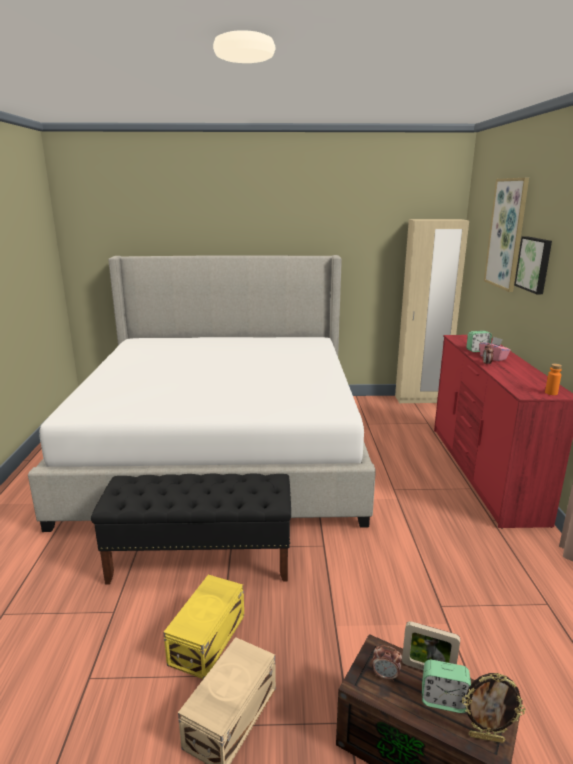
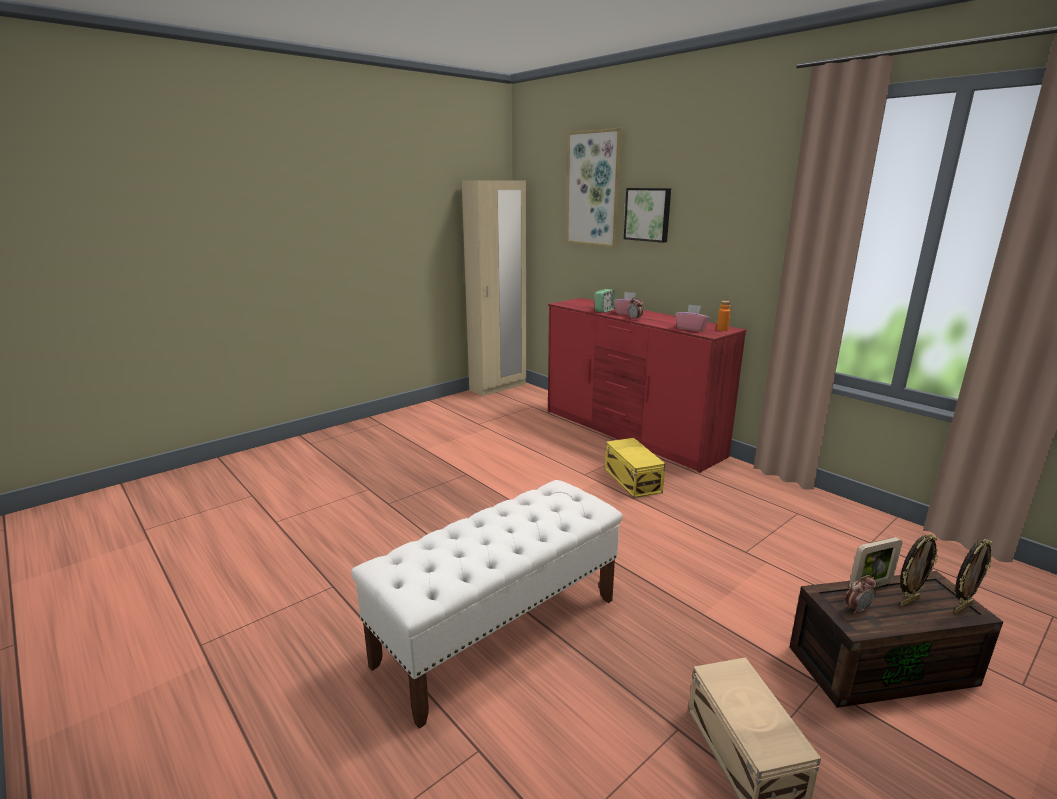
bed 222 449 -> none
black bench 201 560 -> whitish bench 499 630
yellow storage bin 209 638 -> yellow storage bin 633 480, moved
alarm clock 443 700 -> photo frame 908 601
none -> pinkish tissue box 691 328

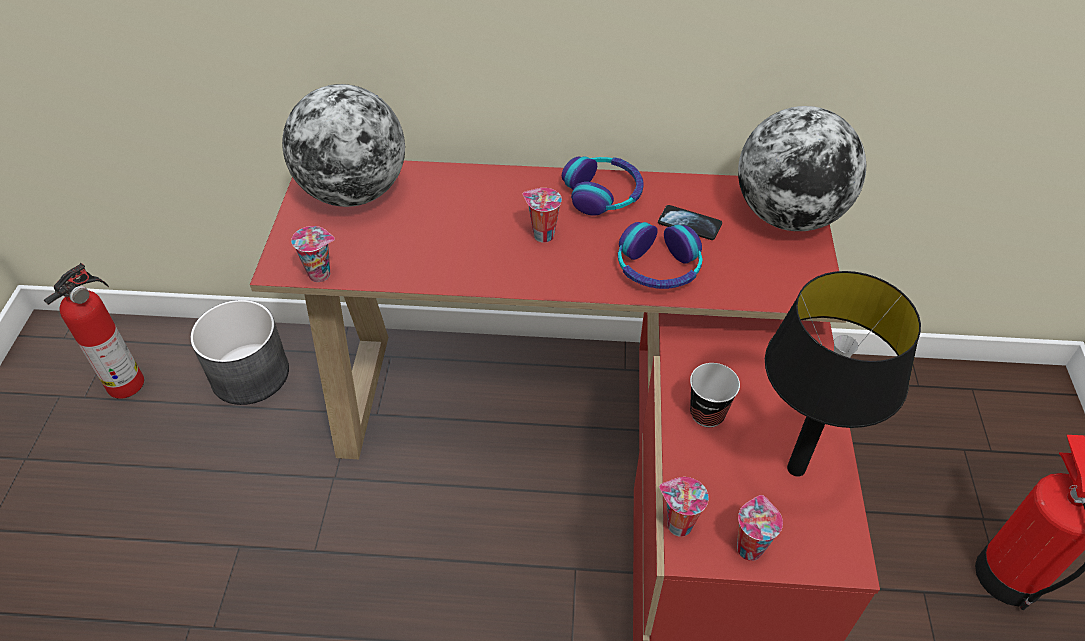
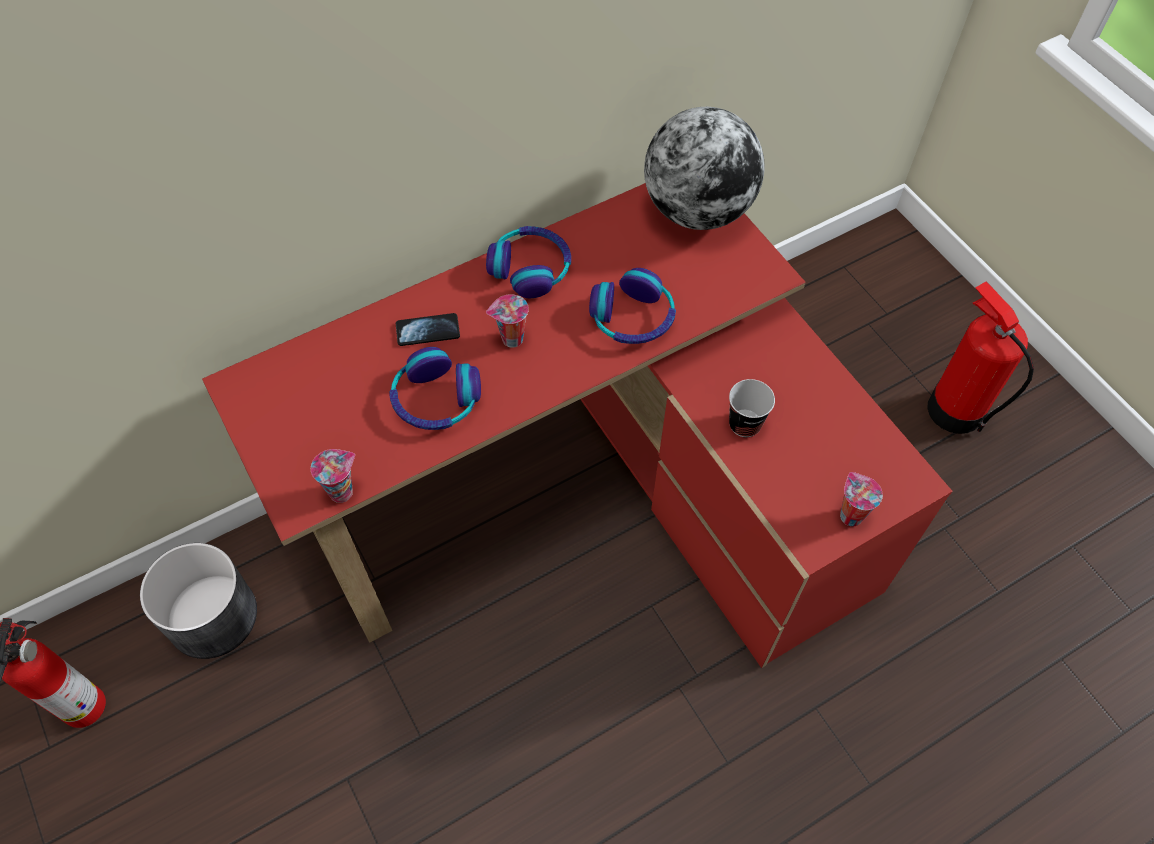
desk globe 354 192 -> none
phone 689 224 -> phone 428 331, moved
black lamp for a table 796 468 -> none
drinking cup 677 525 -> none
none -> headphones 436 399

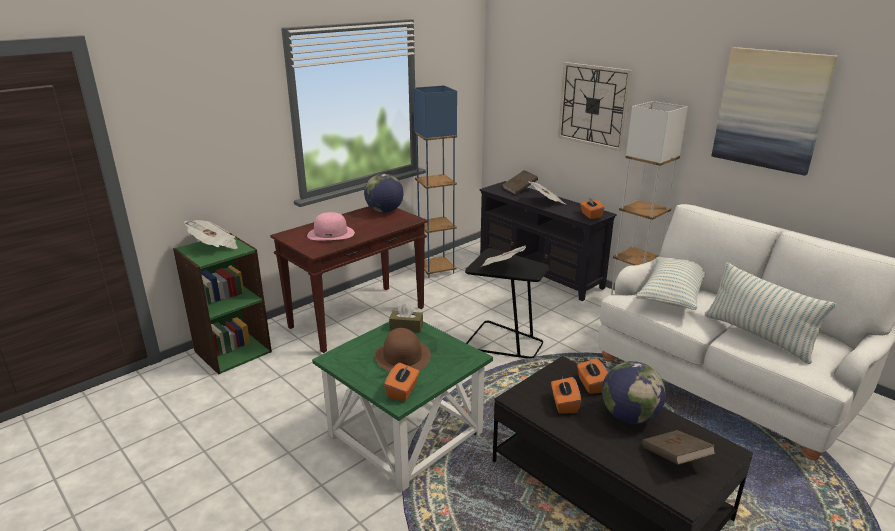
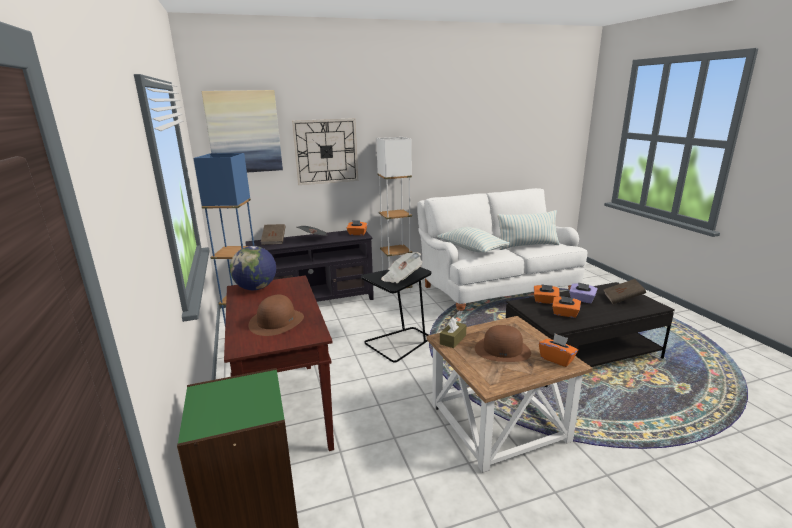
picture 770 110 -> picture 244 132, moved
pinkish wearable hat 331 233 -> brownish wearable hat 276 321
newspaper 215 246 -> none
greenish side table 405 435 -> brownish side table 500 423
desk globe 629 416 -> purple-coloured tissue box 581 300

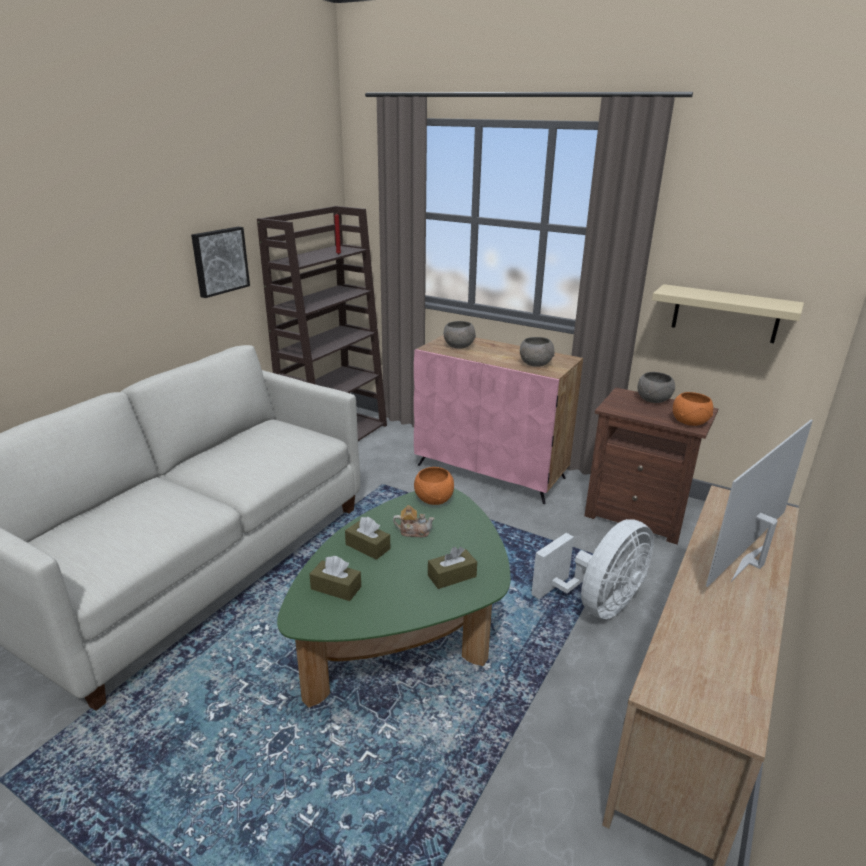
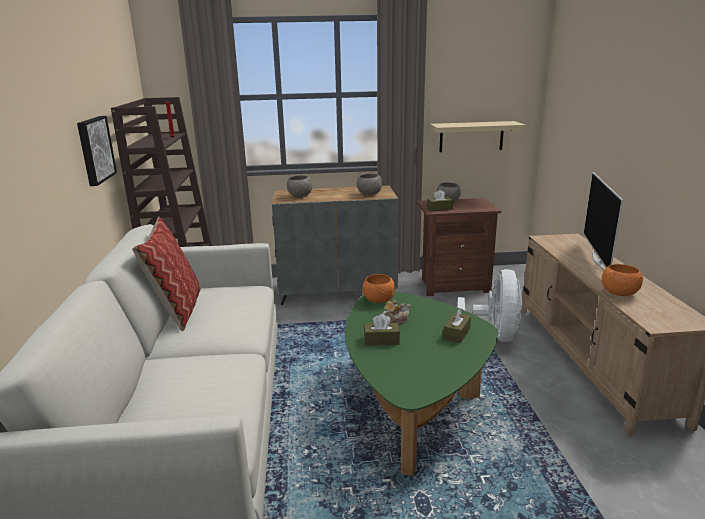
pinkish storage cabinet 491 471 -> grey storage cabinet 338 291
orange serving bowl 689 422 -> orange serving bowl 620 293, moved
brownish tissue box 336 588 -> brownish tissue box 439 209, moved
none -> throw pillow 177 310

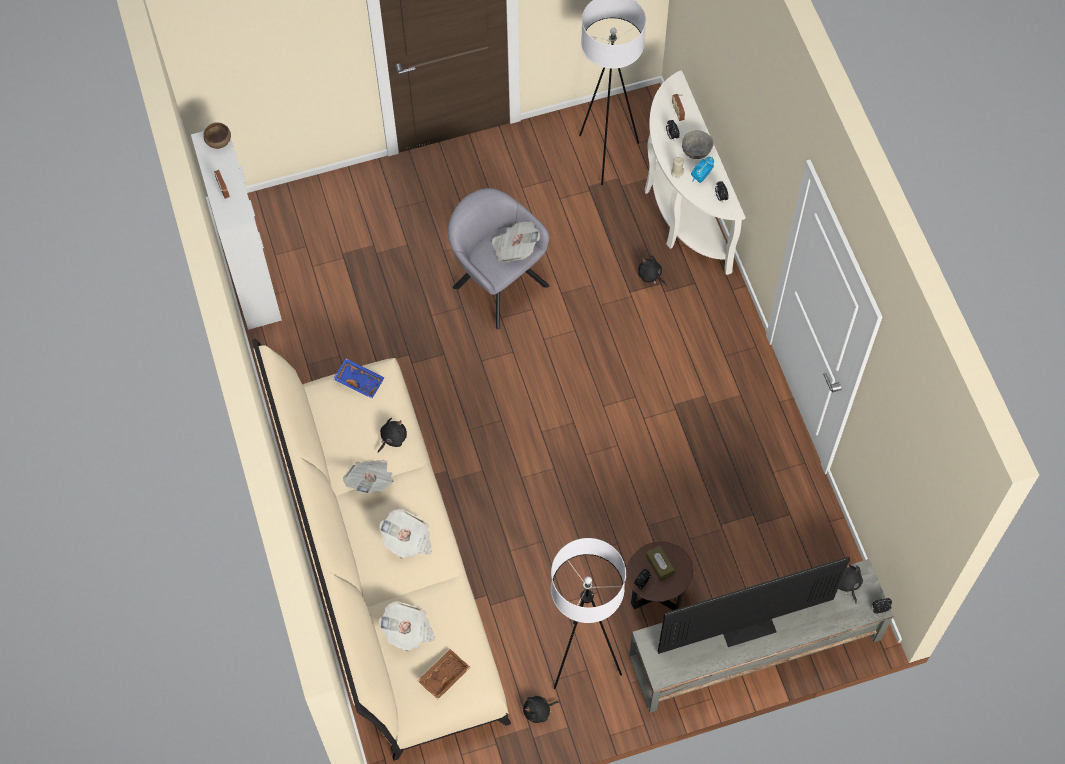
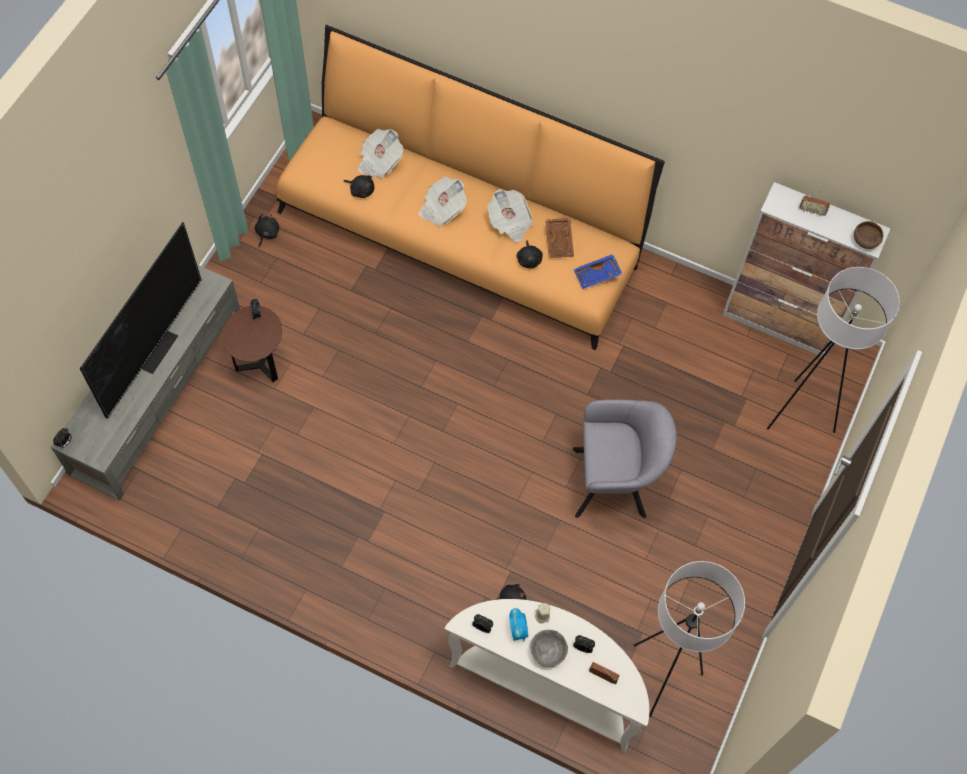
newspaper 515 248 -> none
beige-coloured settee 387 562 -> orange settee 460 232
whitish standing lamp 583 660 -> whitish standing lamp 799 414, moved
brownish tissue box 659 565 -> none
black plush toy 847 584 -> black plush toy 361 190, moved
brownish tray 443 675 -> brownish tray 560 241, moved

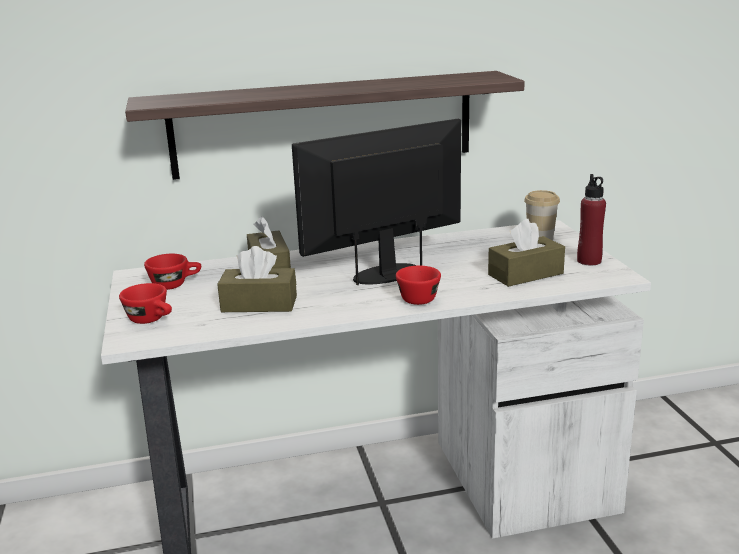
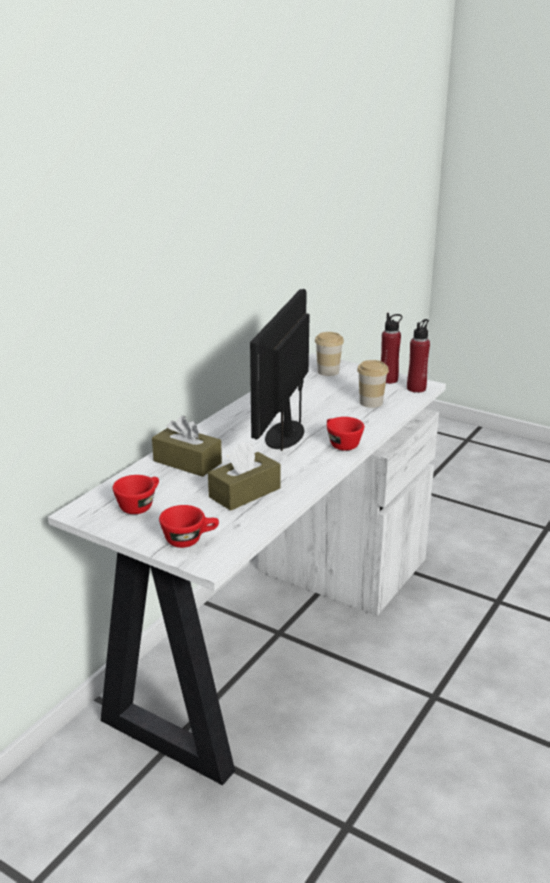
shelf 323 124 -> none
brownish tissue box 525 274 -> drinking cup 371 402
none -> reddish bottle 416 388

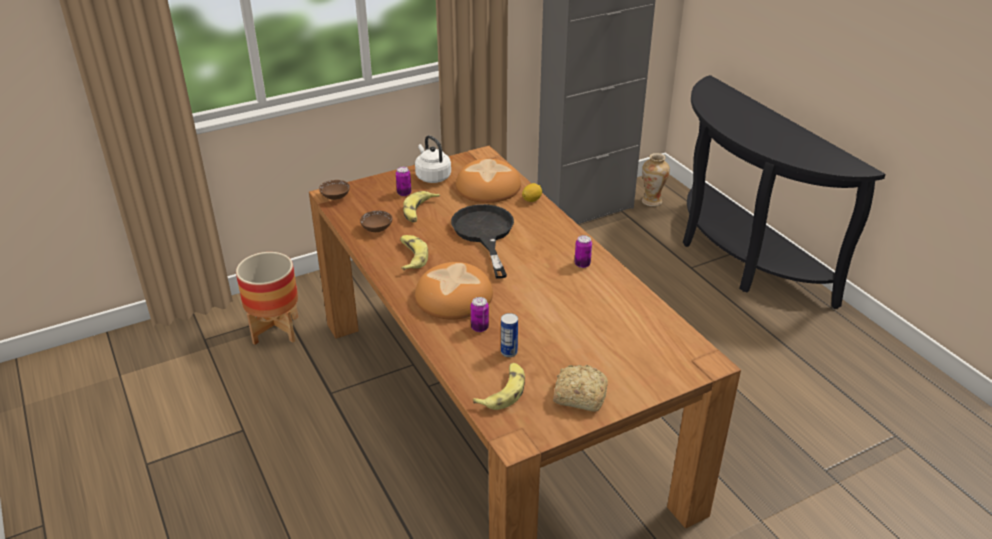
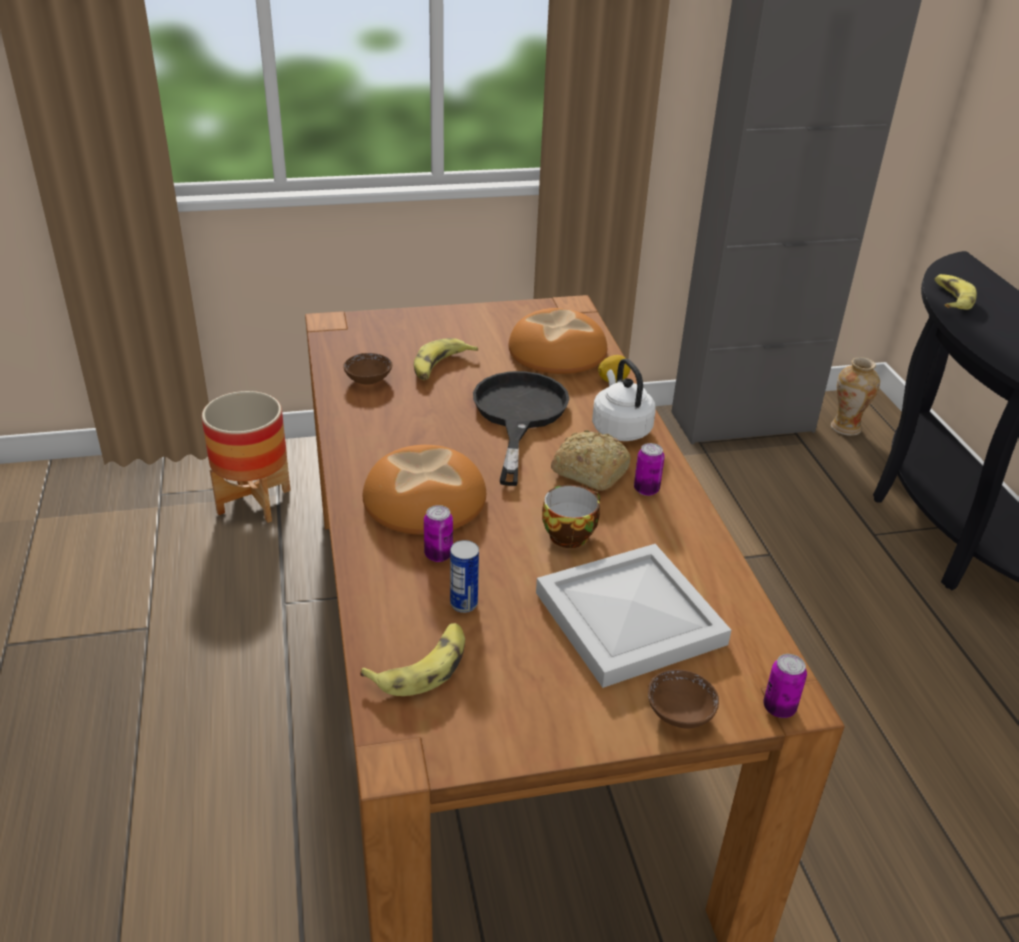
whitish tea kettle 432 176 -> whitish tea kettle 620 428, moved
can 404 193 -> can 779 708, moved
brownish serving bowl 335 196 -> brownish serving bowl 679 713, moved
banana fruit 411 257 -> banana fruit 950 299, moved
baked bread 578 395 -> baked bread 589 471, moved
none -> drinking cup 569 533
none -> whitish tray 626 617

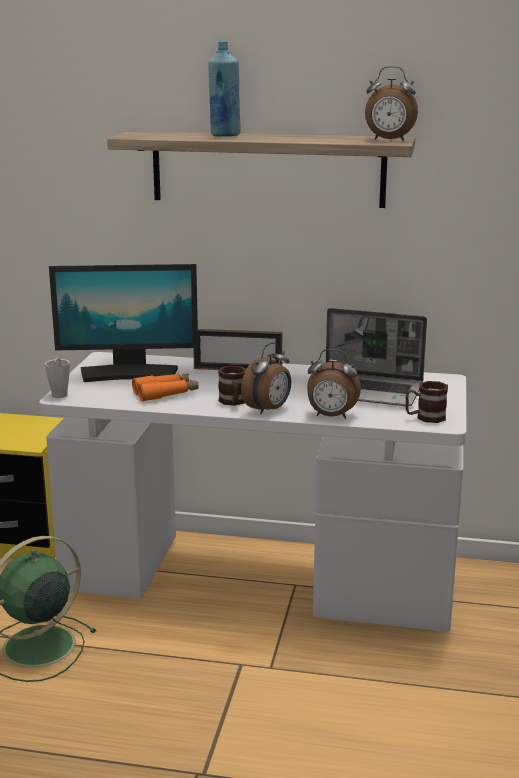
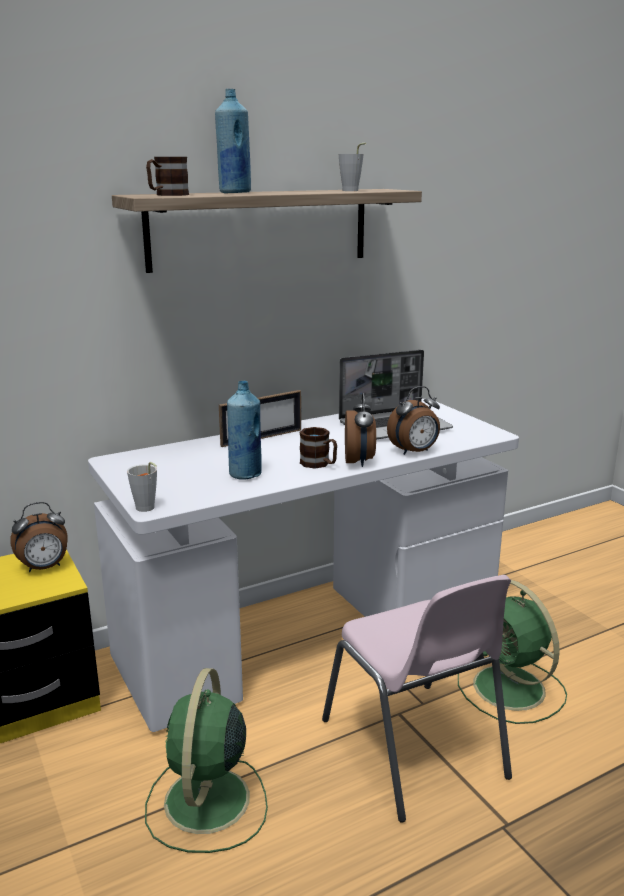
alarm clock 389 140 -> alarm clock 44 568, moved
computer display 128 374 -> none
orange field glasses 166 393 -> blue bottle 245 474
brownish tea mug 425 417 -> brownish tea mug 167 195, moved
none -> grey drinking cup 352 191
none -> pinkish chair 414 750
none -> greenish electric fan 511 689

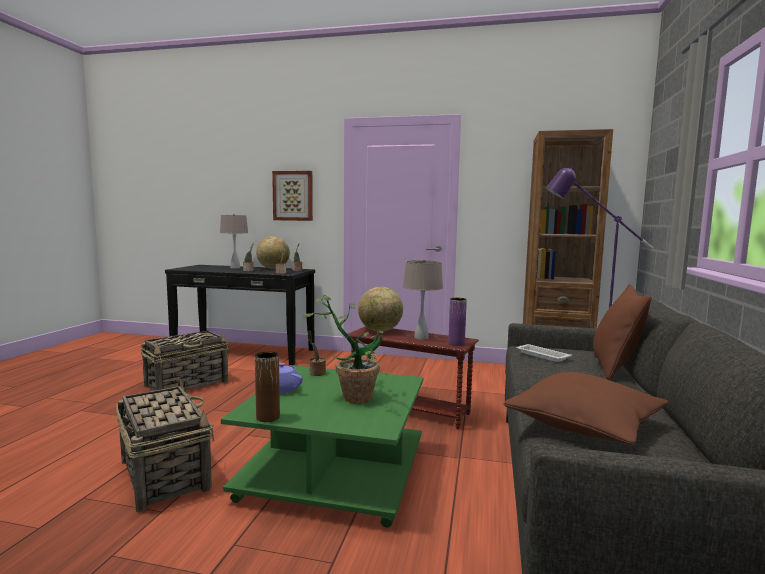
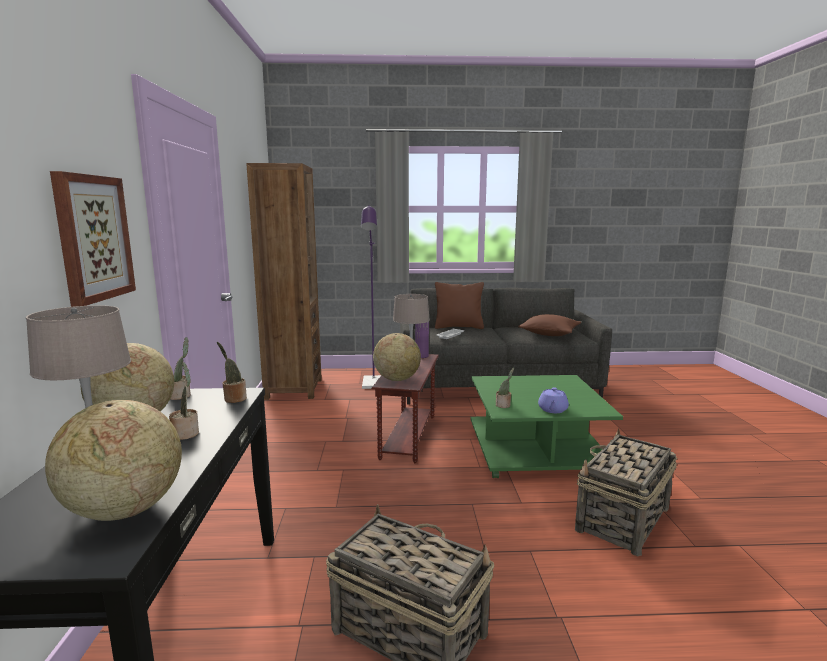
plant in a pot 353 395 -> none
brownish vase 268 417 -> none
none -> desk globe 124 510

